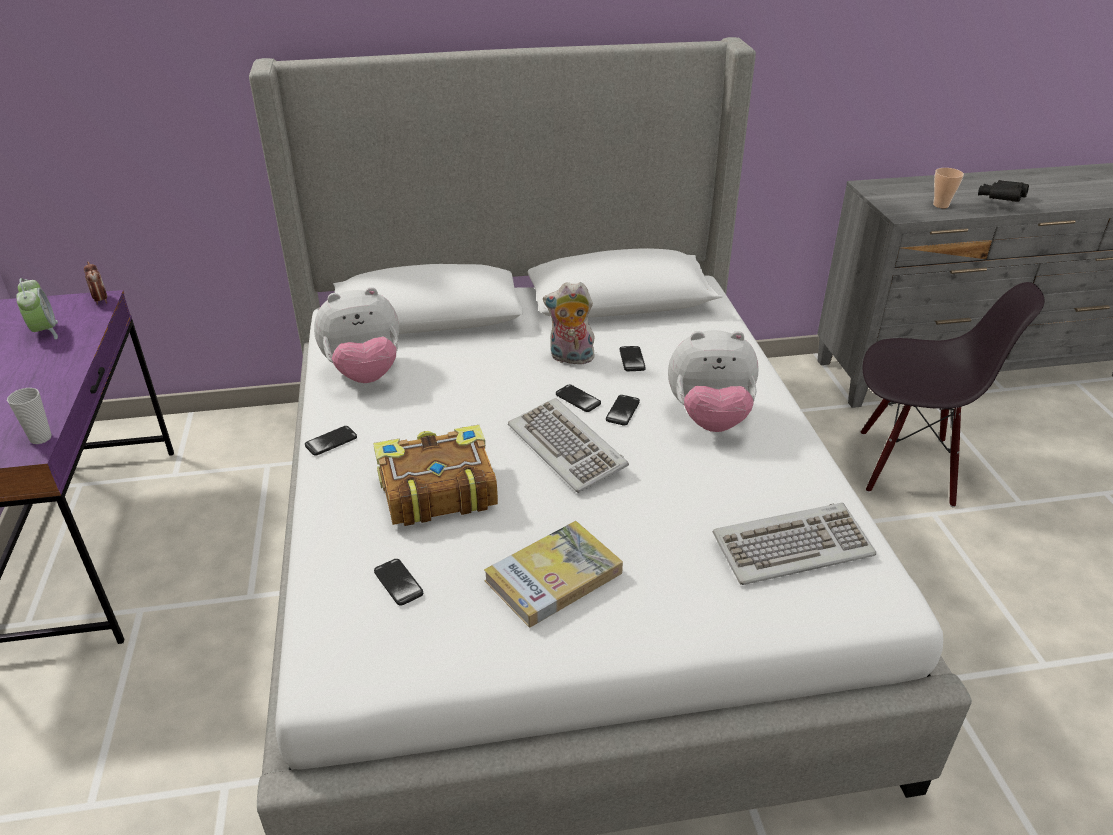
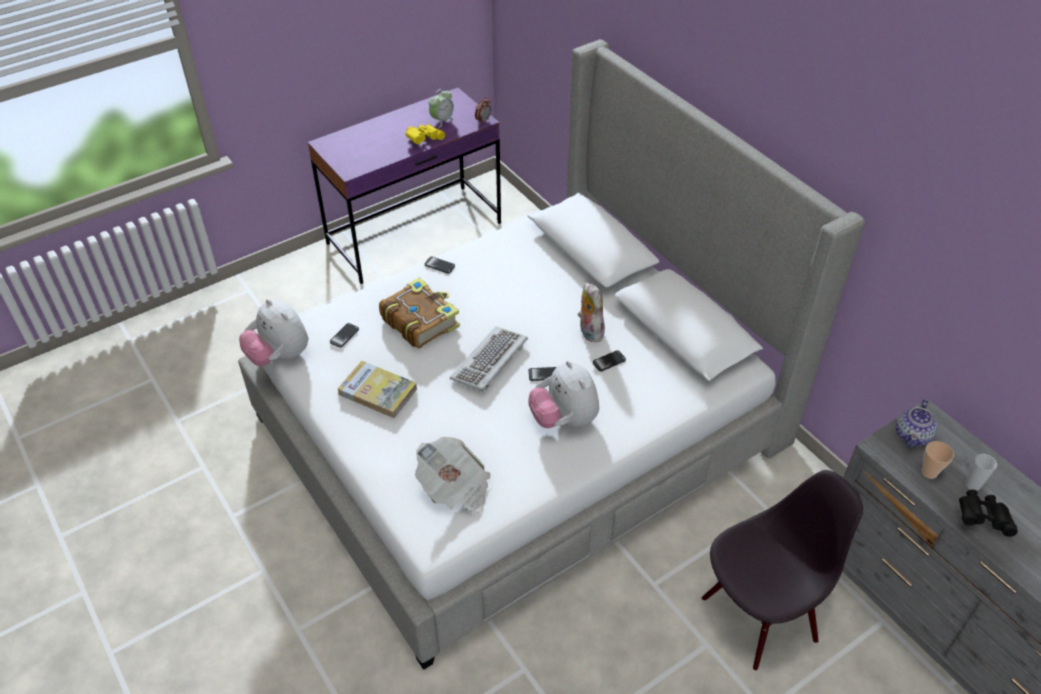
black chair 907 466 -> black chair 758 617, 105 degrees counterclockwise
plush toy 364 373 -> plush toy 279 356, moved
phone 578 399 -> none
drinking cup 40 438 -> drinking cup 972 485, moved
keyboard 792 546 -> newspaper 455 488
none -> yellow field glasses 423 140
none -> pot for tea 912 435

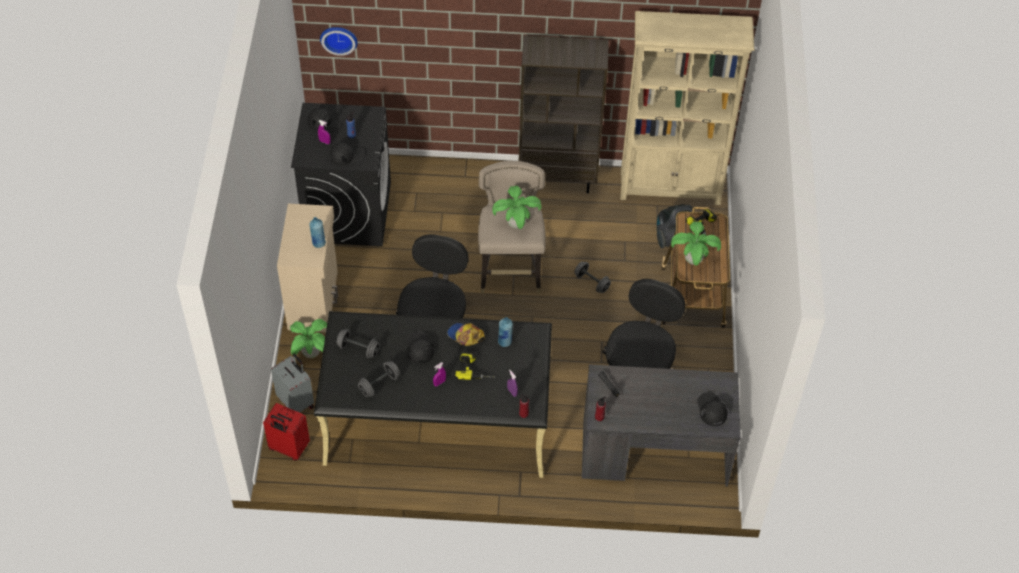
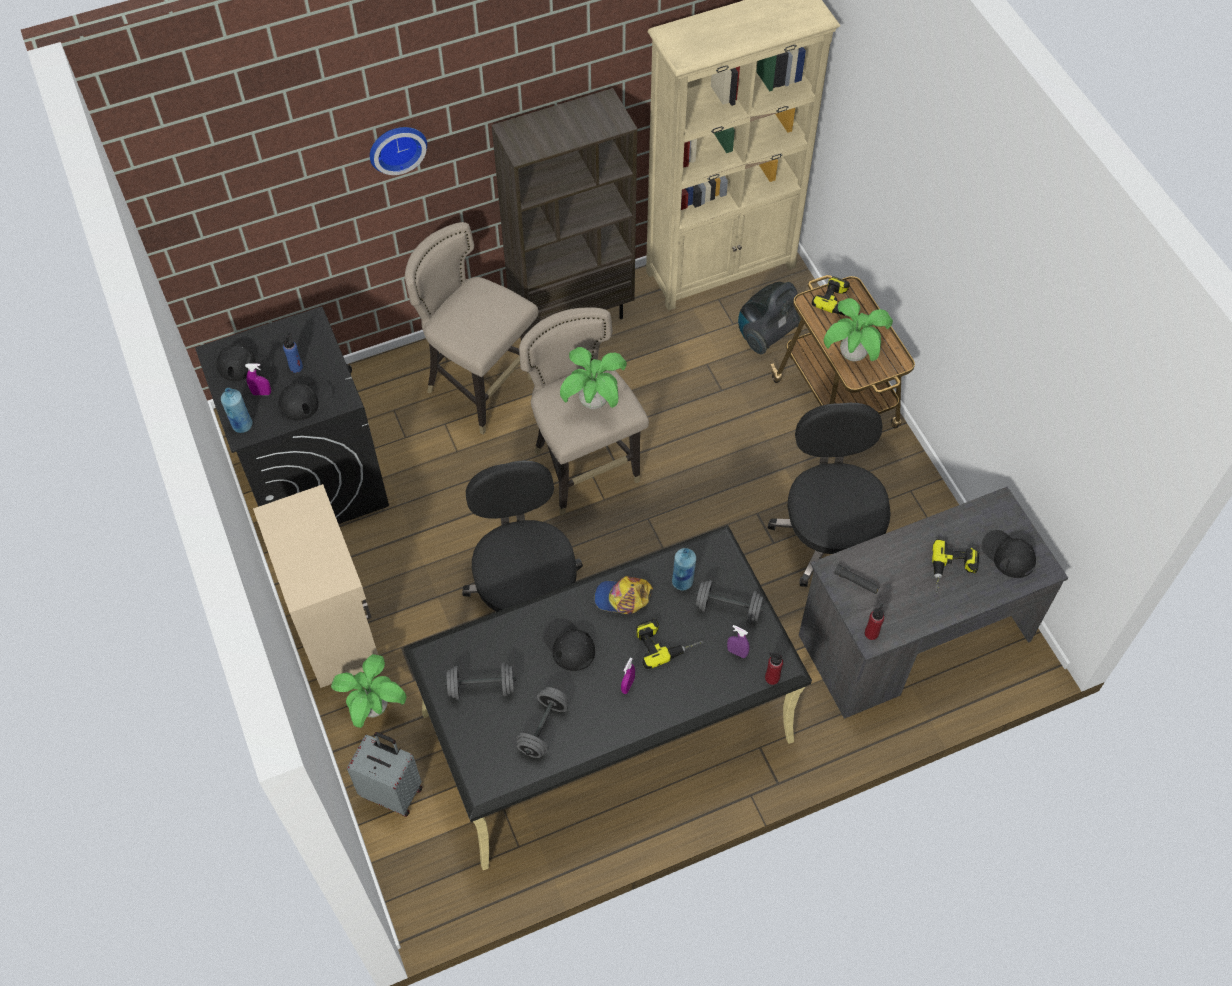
clock on the wall 339 38 -> clock on the wall 396 147, moved
blue bottle 318 243 -> blue bottle 242 425, moved
grey dumbbell 592 282 -> grey dumbbell 728 608, moved
reddish piece of luggage 288 448 -> none
none -> beige-coloured stool seat 480 389
none -> electric drill 953 572

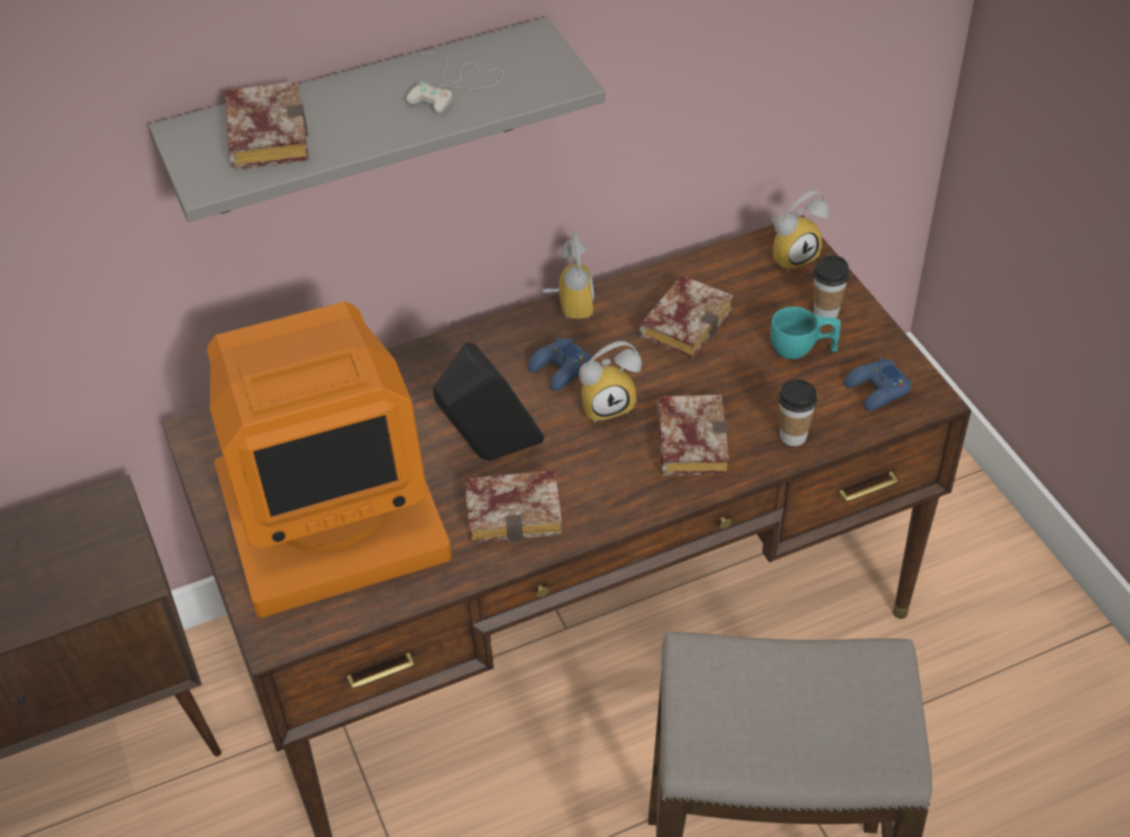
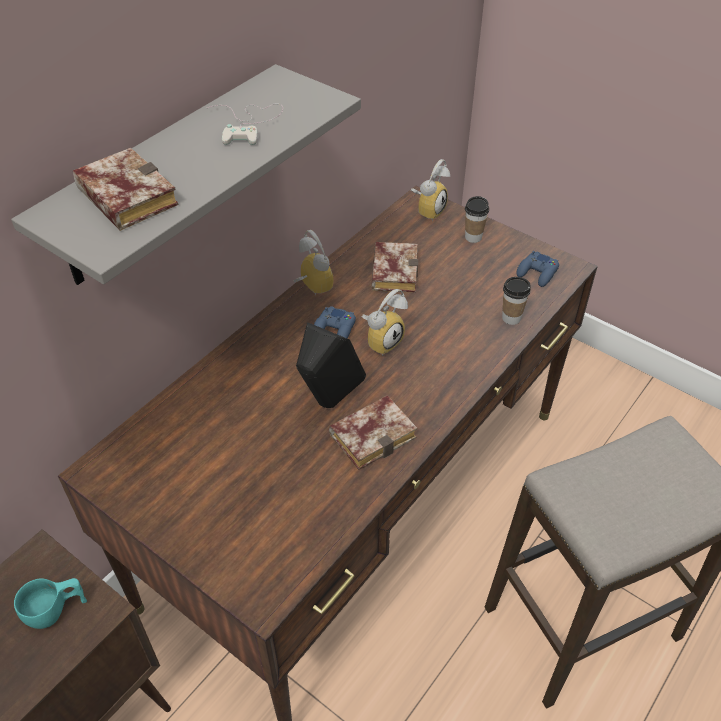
computer display 331 511 -> none
turquoise-coloured drinking cup 802 350 -> turquoise-coloured drinking cup 56 611, moved
book 688 439 -> none

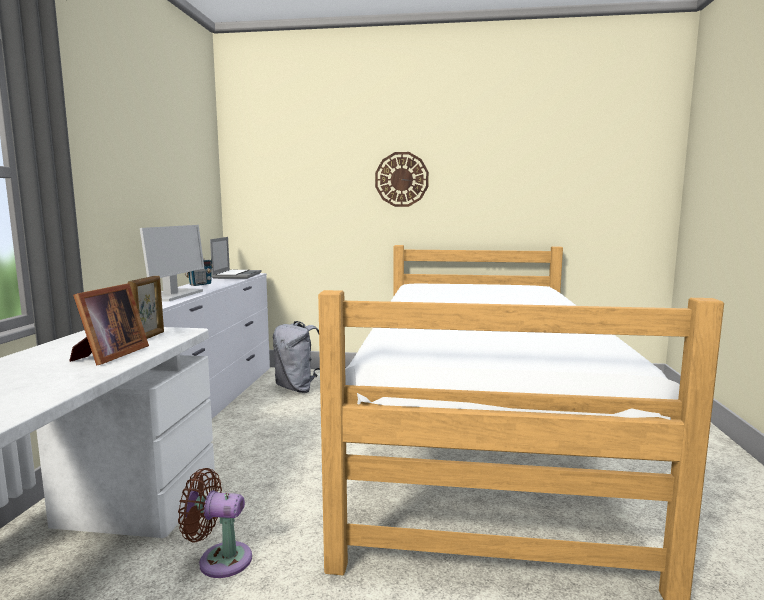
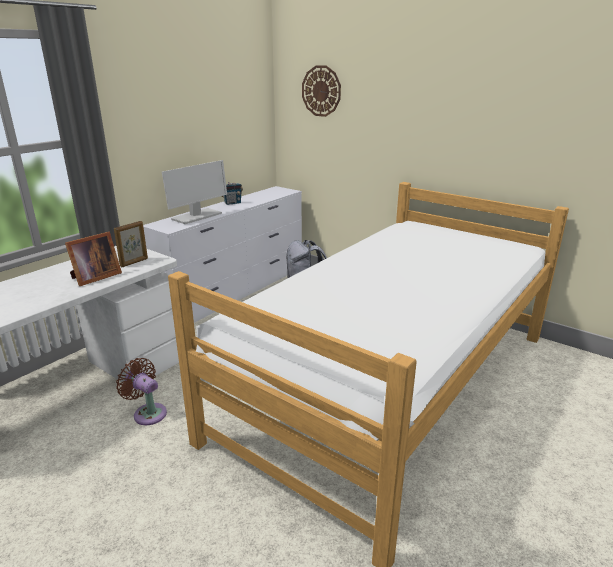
clock on the wall 401 179 -> clock on the wall 321 91, moved
notebook computer 236 275 -> none

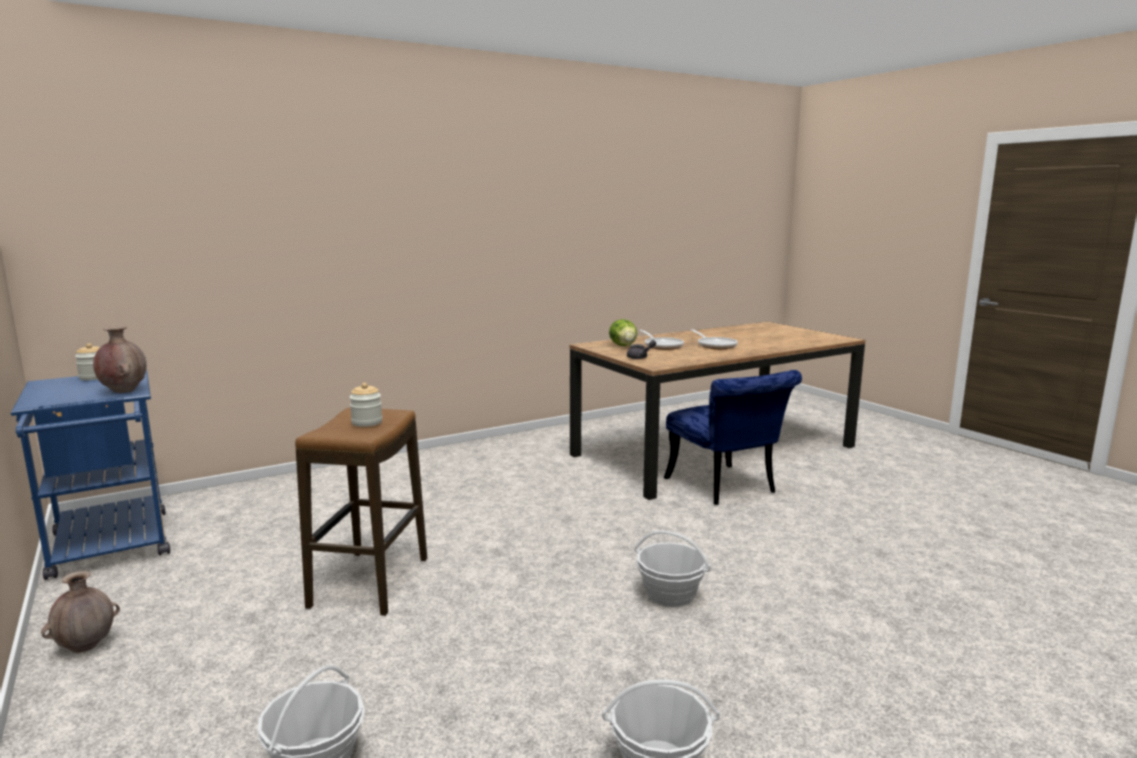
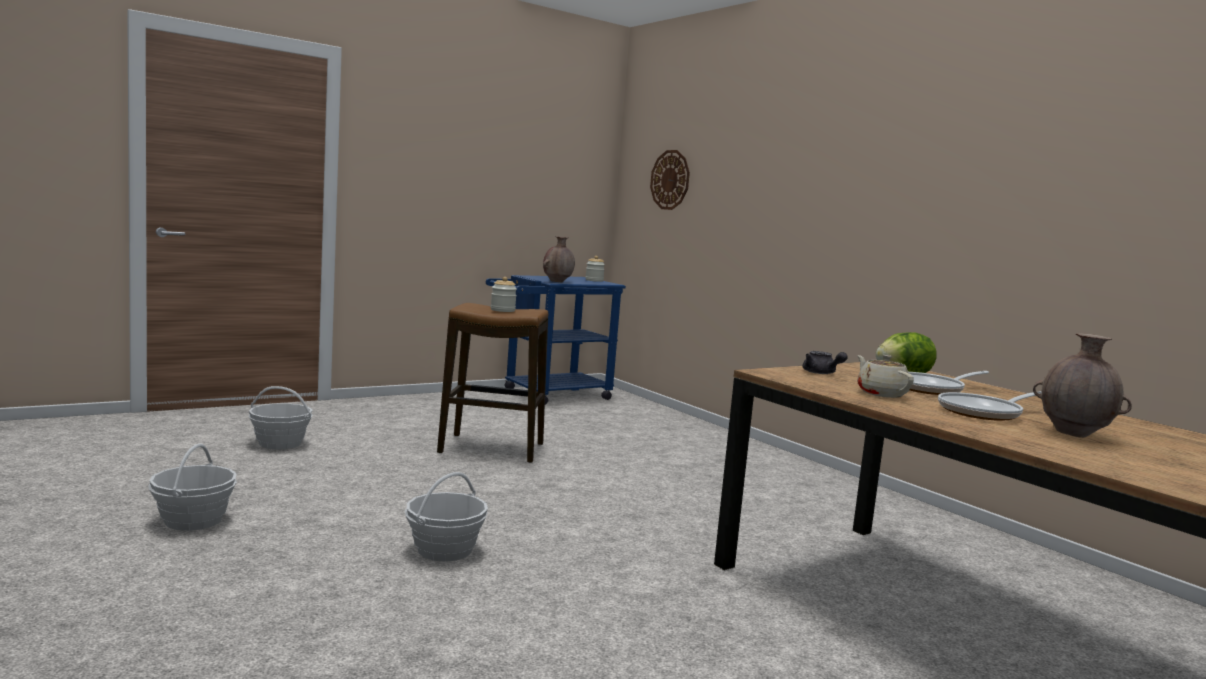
blue chair 726 488 -> none
brownish vase 86 646 -> brownish vase 1074 434, moved
none -> clock on the wall 670 180
none -> beige-coloured pot for tea 881 394

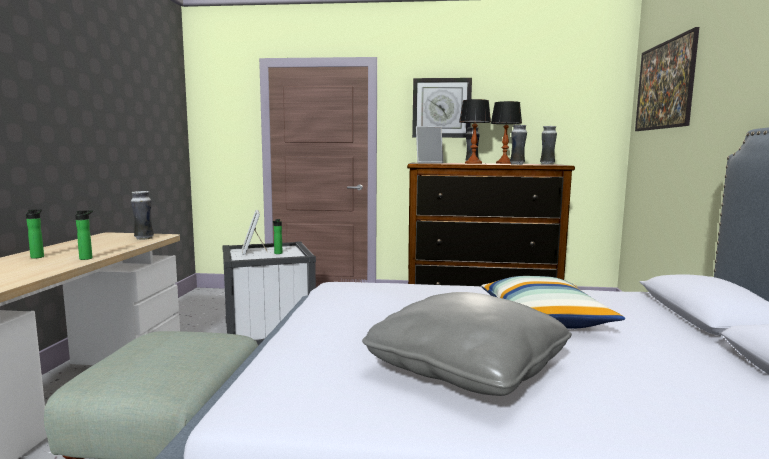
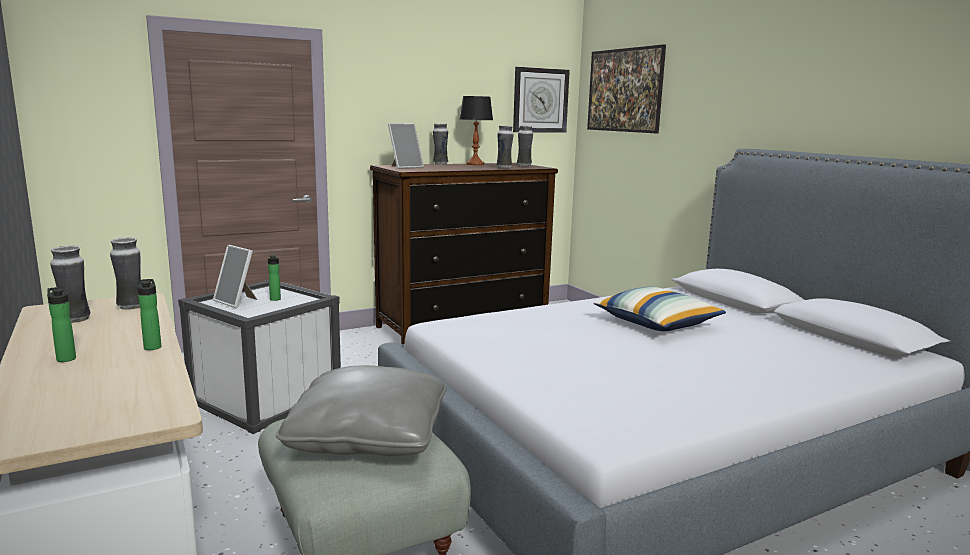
clock on the wall 441 108 -> clock on the wall 540 100, moved
lamp for a table 473 163 -> none
grey throw pillow 467 368 -> grey throw pillow 368 437, moved
none -> vase 74 320

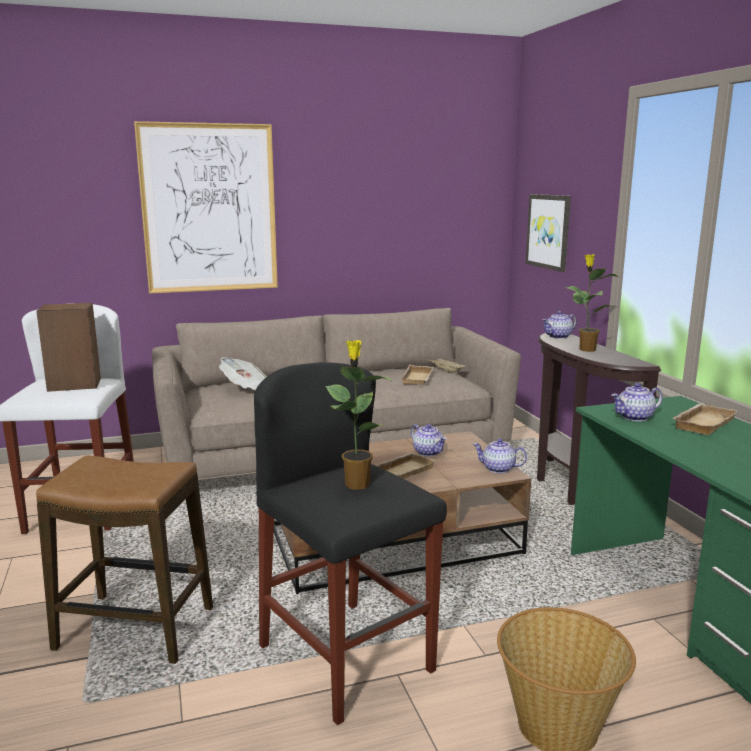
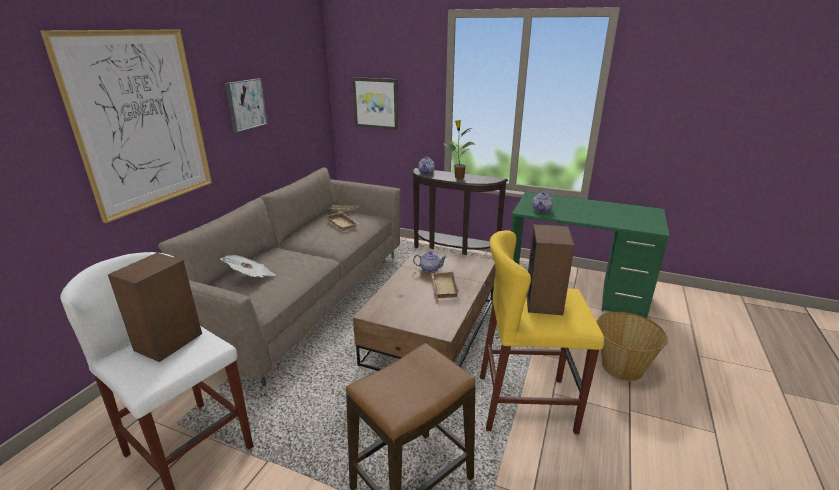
plant in a pot 356 484 -> speaker 543 301
black stool seat 346 658 -> yellow stool seat 526 403
beige-coloured tray 702 423 -> none
pot for tea 498 469 -> none
none -> picture 245 104

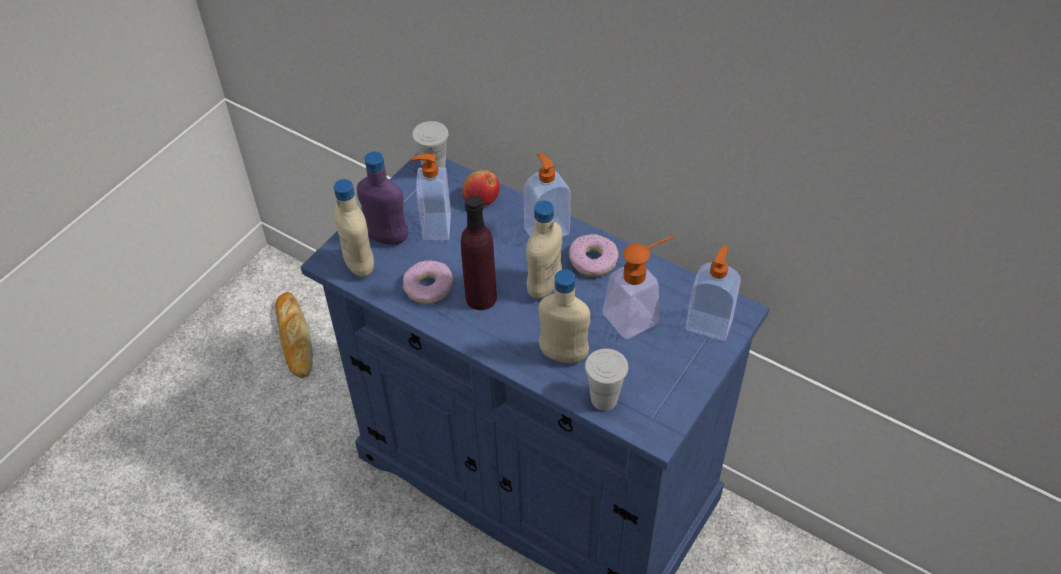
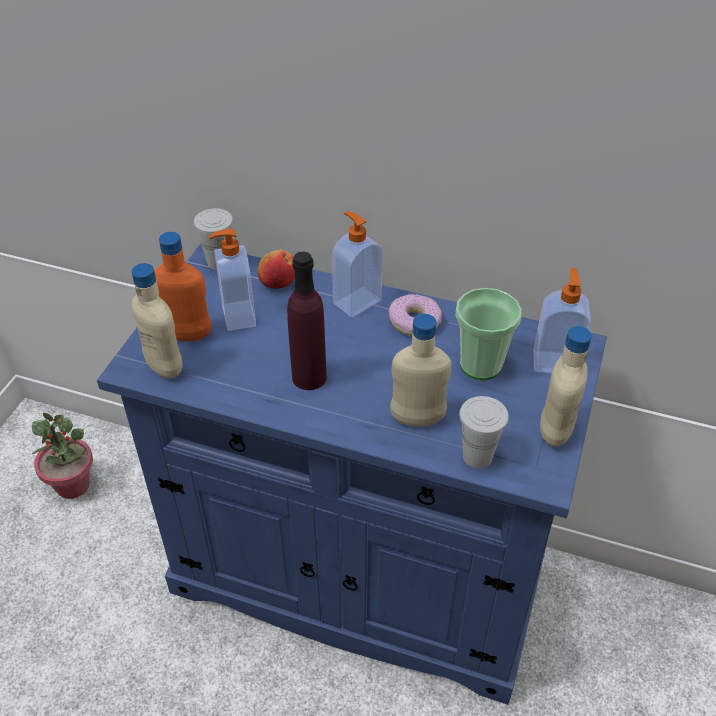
purple-coloured bottle 387 238 -> orange bottle 187 335
beige-coloured bottle 544 286 -> beige-coloured bottle 555 431, moved
soap dispenser 638 314 -> drinking cup 480 365
donut 428 287 -> none
baked bread 294 338 -> plant in a pot 73 485

